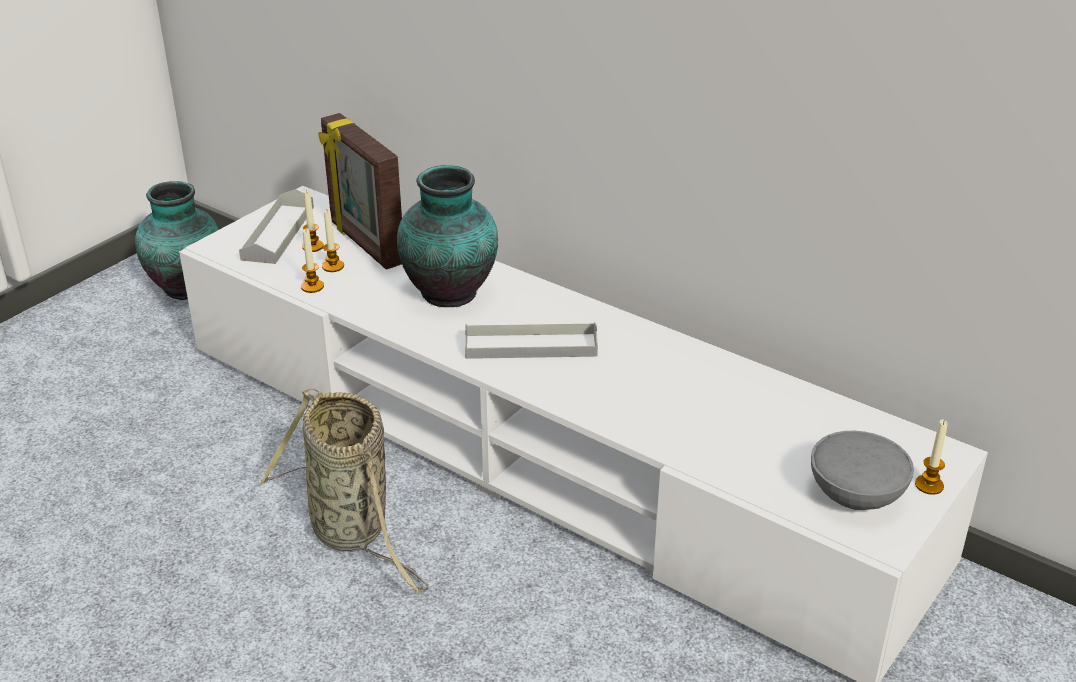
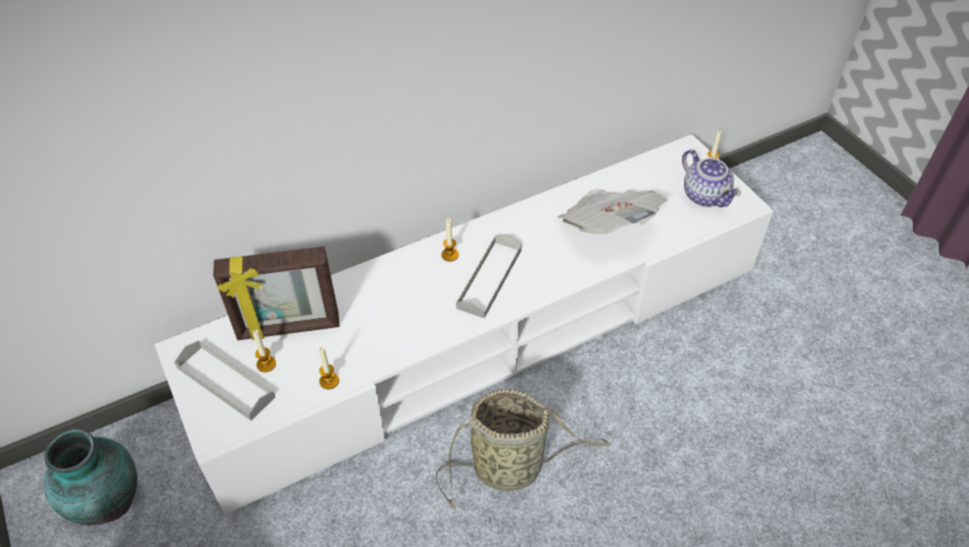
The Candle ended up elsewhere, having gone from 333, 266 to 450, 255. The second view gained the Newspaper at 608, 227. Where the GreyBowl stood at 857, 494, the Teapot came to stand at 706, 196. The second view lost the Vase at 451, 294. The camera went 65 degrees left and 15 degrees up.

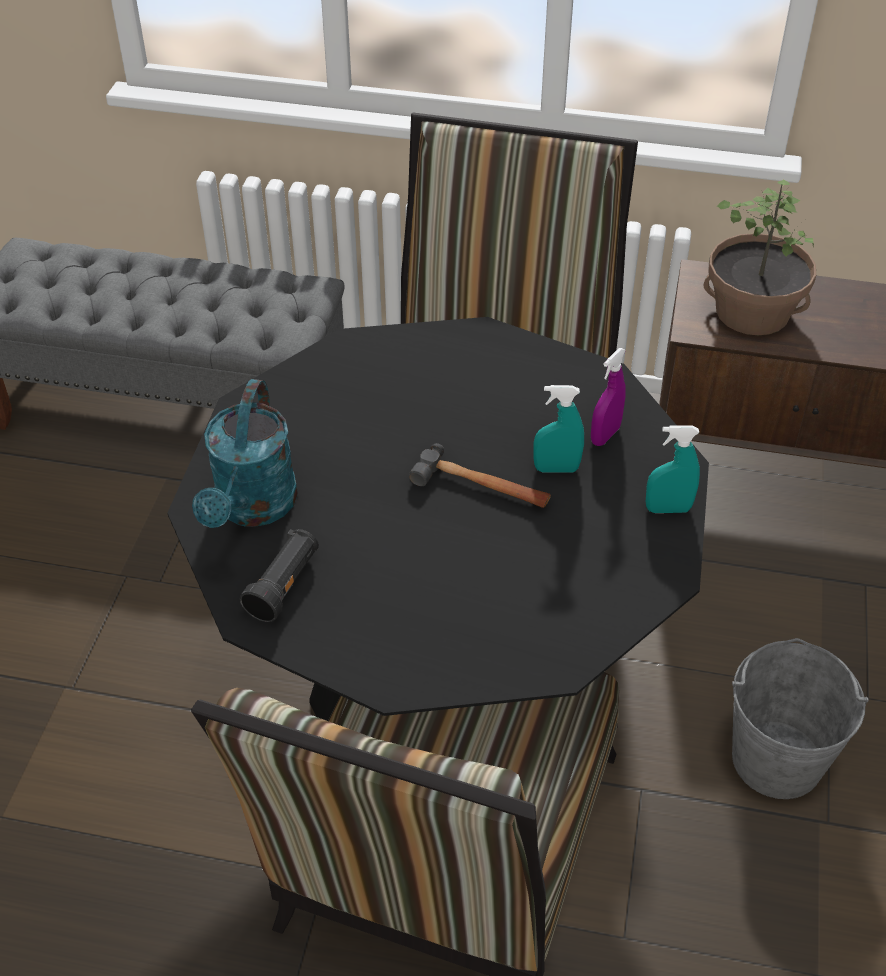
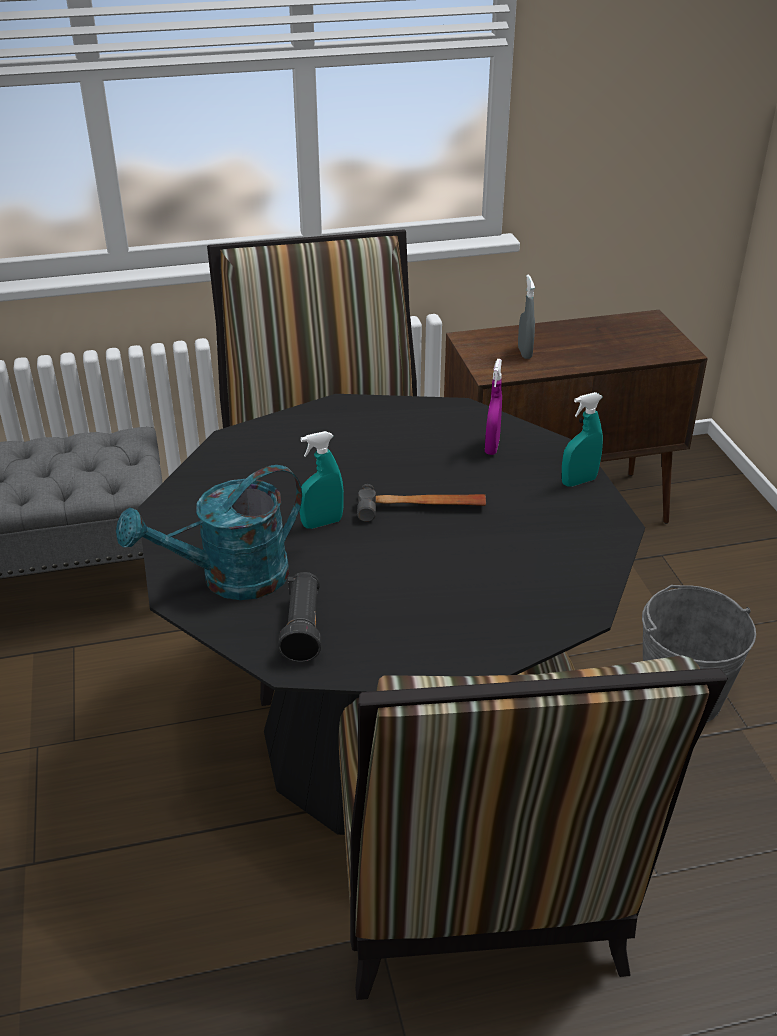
The TurquoiseWateringCan at 252, 508 ended up facing another way, 75 degrees clockwise from before. The TurquoiseSprayBottle ended up elsewhere, having gone from 556, 469 to 322, 523. Where the PottedPlant stood at 753, 311, the GreySprayBottle came to stand at 524, 352. The camera went 25 degrees left and 10 degrees down.

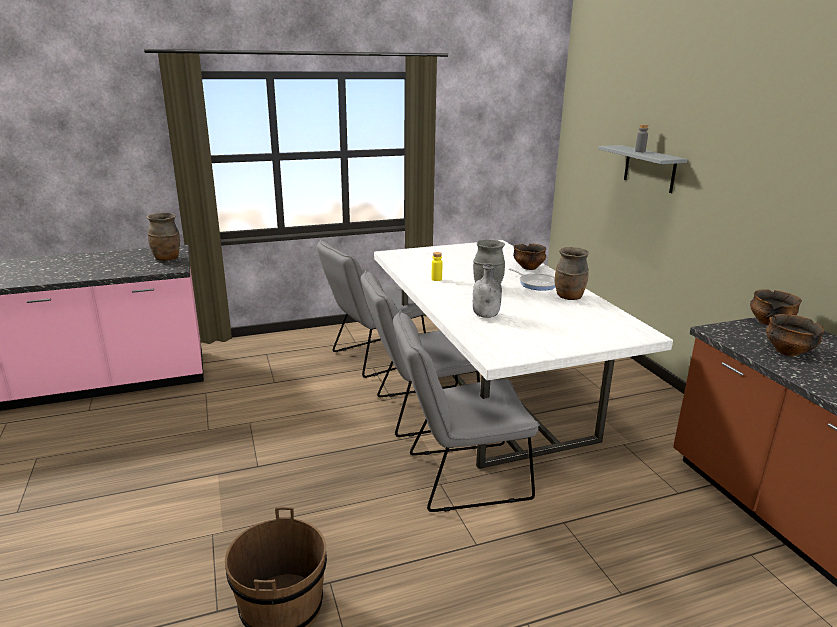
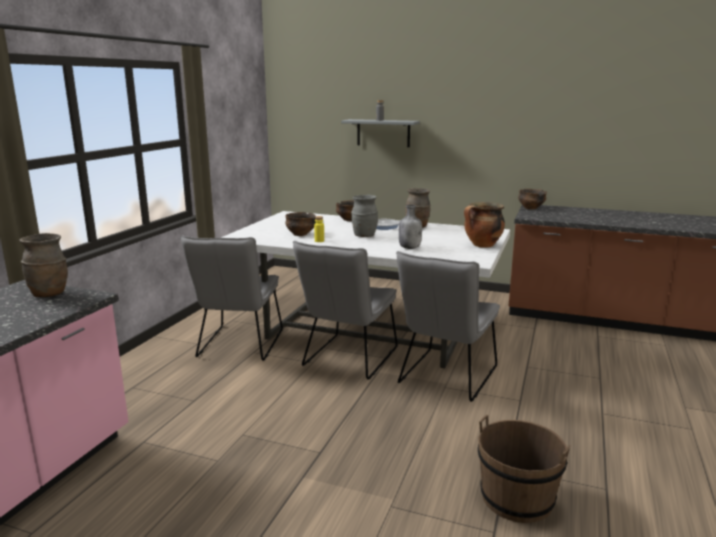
The Bowl ended up elsewhere, having gone from 788, 351 to 300, 234. The second view gained the CookingPot at 482, 245. The camera went 50 degrees left and 5 degrees down.

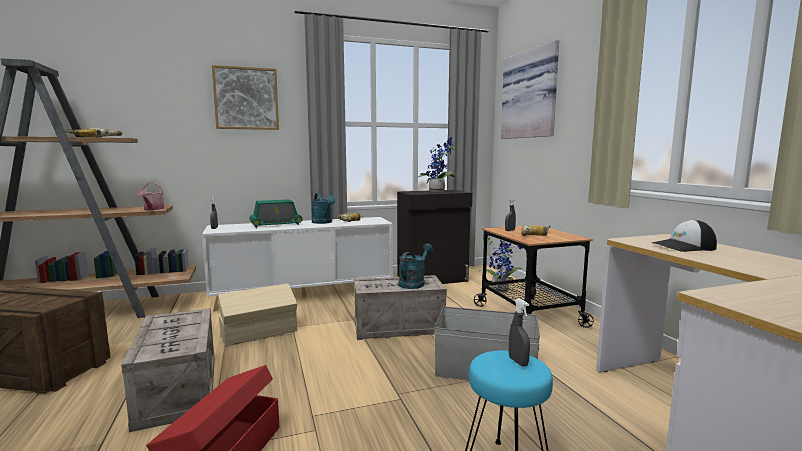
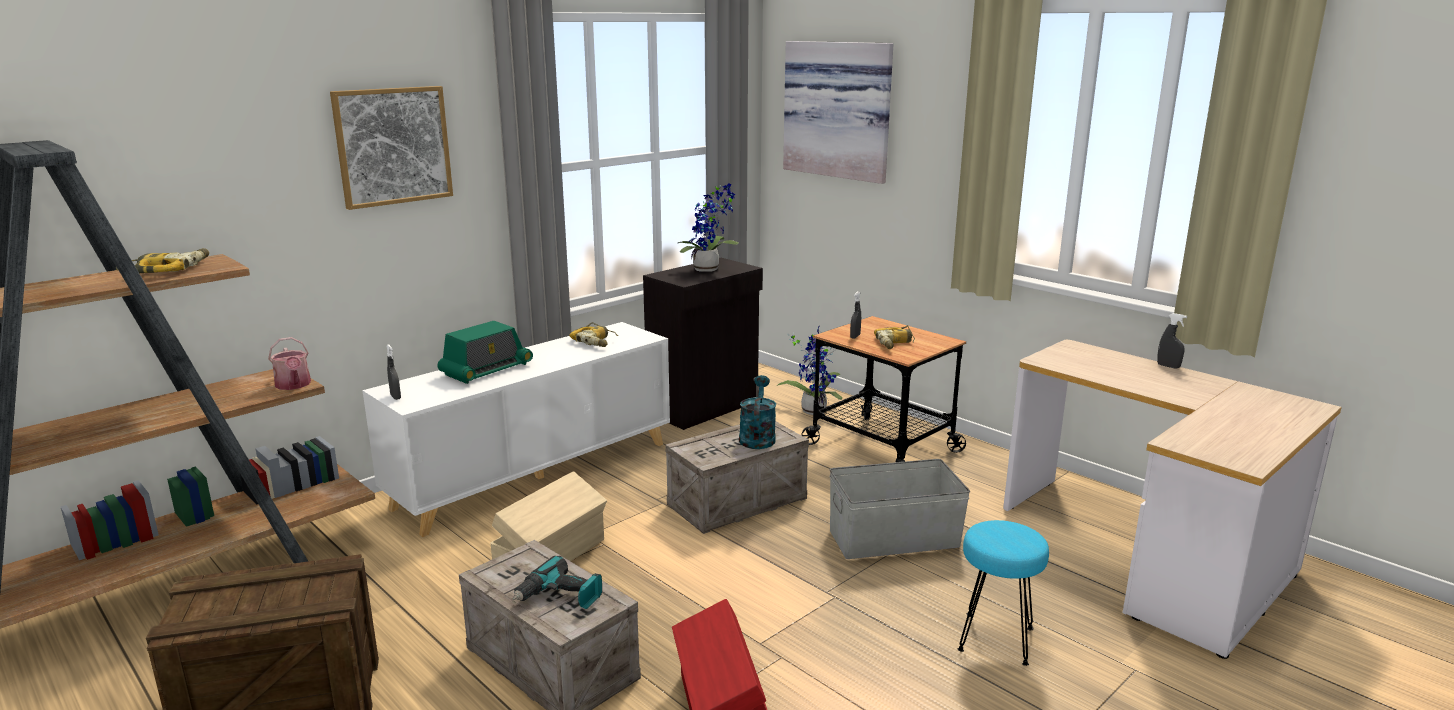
The second view gained the PowerDrill at 560, 597. The GreySprayBottle ended up elsewhere, having gone from 518, 362 to 1168, 366. The second view lost the TurquoiseWateringCan at 323, 222. The second view lost the Cap at 684, 247. The camera went 25 degrees left and 10 degrees up.

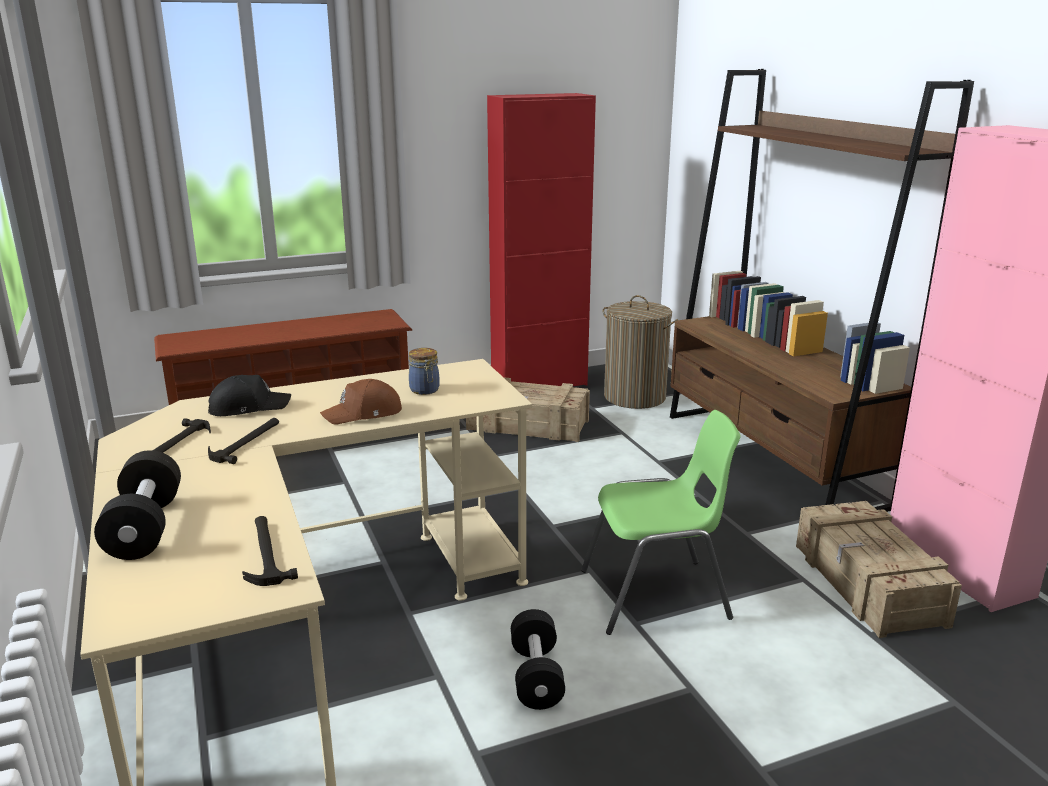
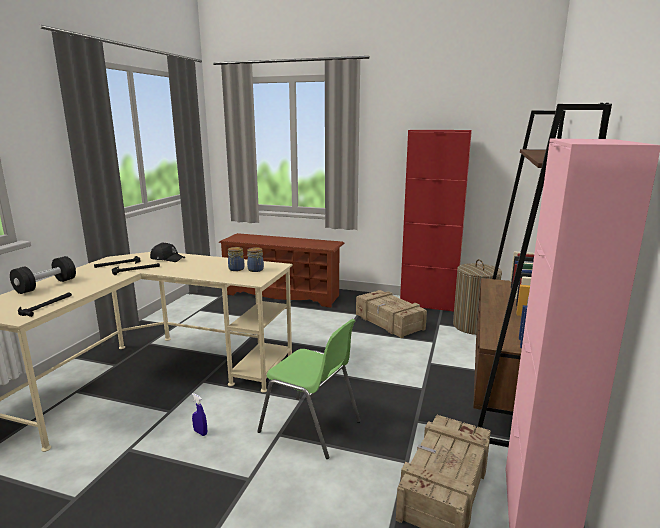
Where the BlackDumbbell stood at 536, 676, the BlueSprayBottle came to stand at 200, 432. The second view gained the Jar at 256, 270. The second view lost the BrownCap at 364, 414. The camera went 40 degrees right and 5 degrees down.

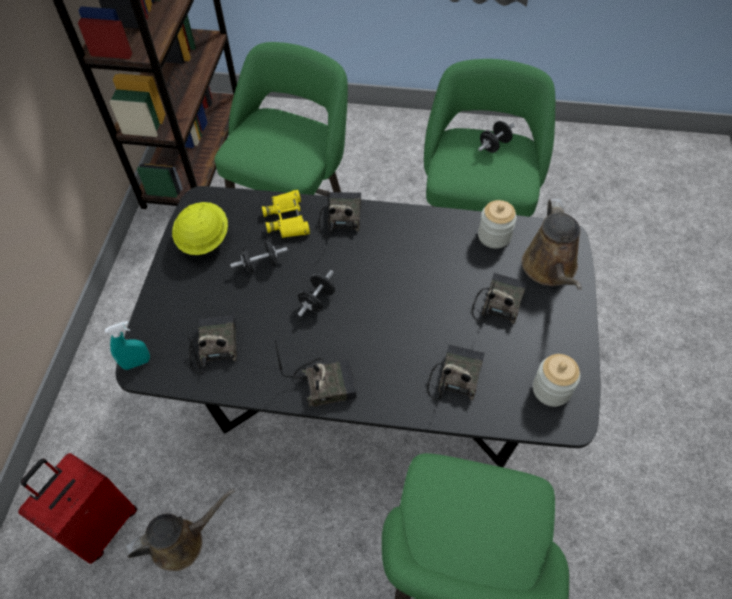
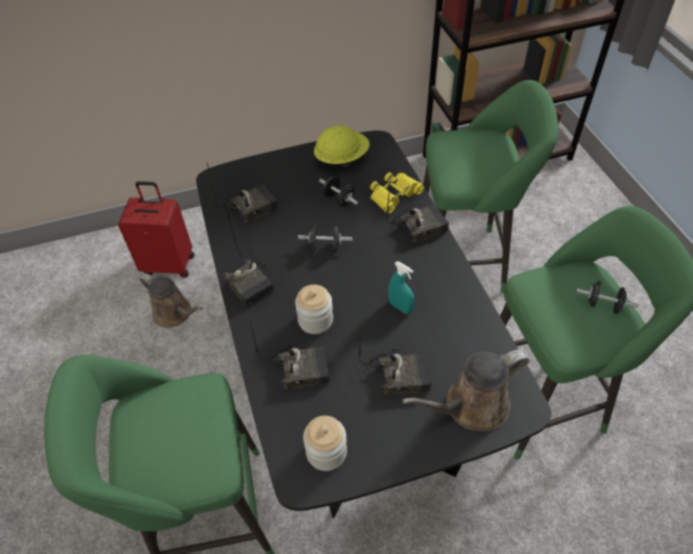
The Jar ended up elsewhere, having gone from 494, 236 to 315, 320. The TurquoiseSprayBottle ended up elsewhere, having gone from 136, 363 to 400, 307. The camera went 65 degrees right and 5 degrees down.

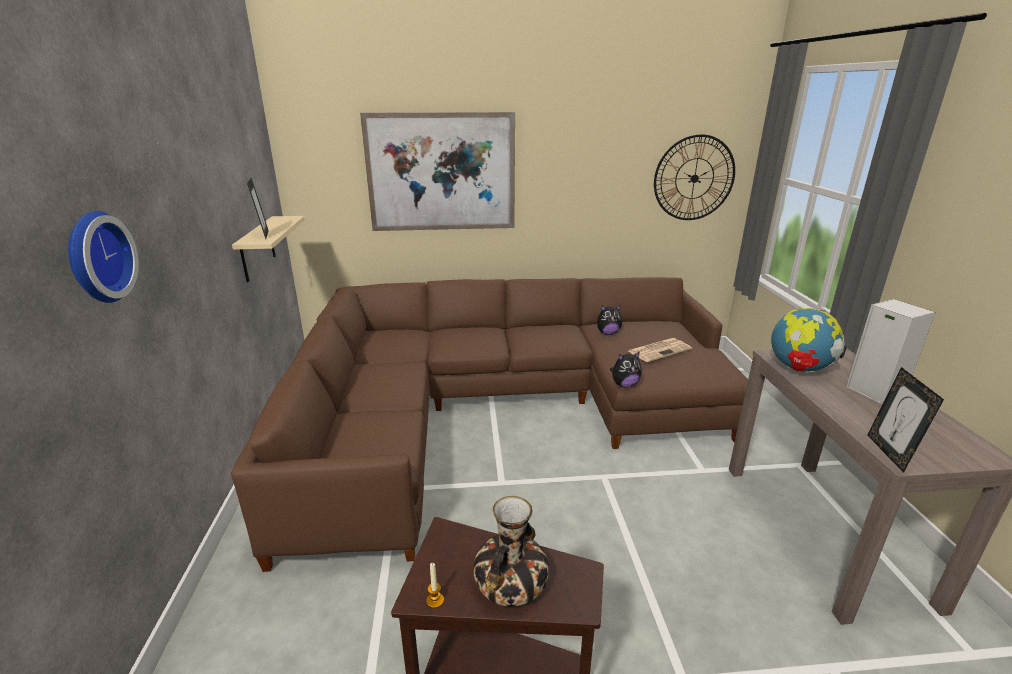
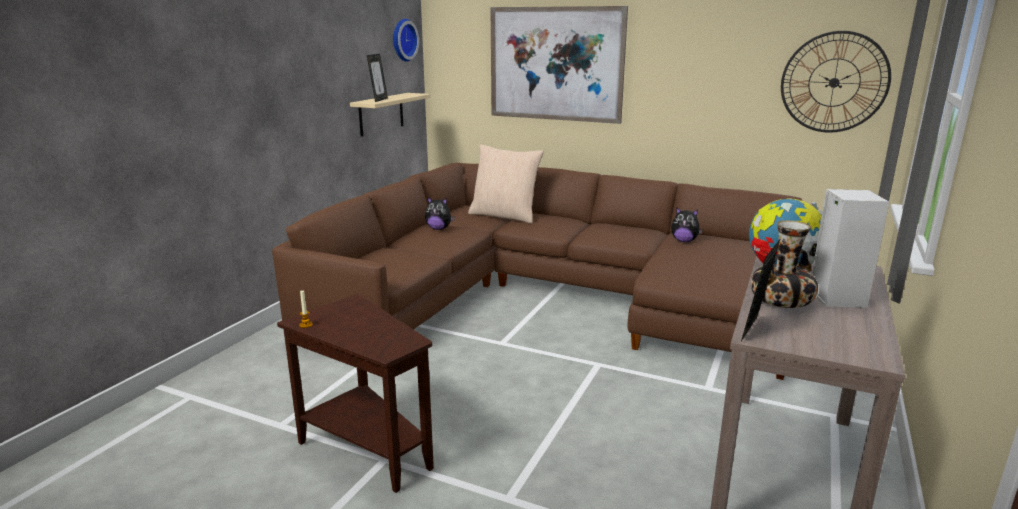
The WallClock ended up elsewhere, having gone from 95, 257 to 402, 40. The PlushToy ended up elsewhere, having gone from 624, 385 to 439, 229. The second view gained the BeigePillow at 505, 216. The Vase ended up elsewhere, having gone from 511, 582 to 782, 301. The second view lost the Newspaper at 659, 350. The camera went 30 degrees right and 5 degrees down.

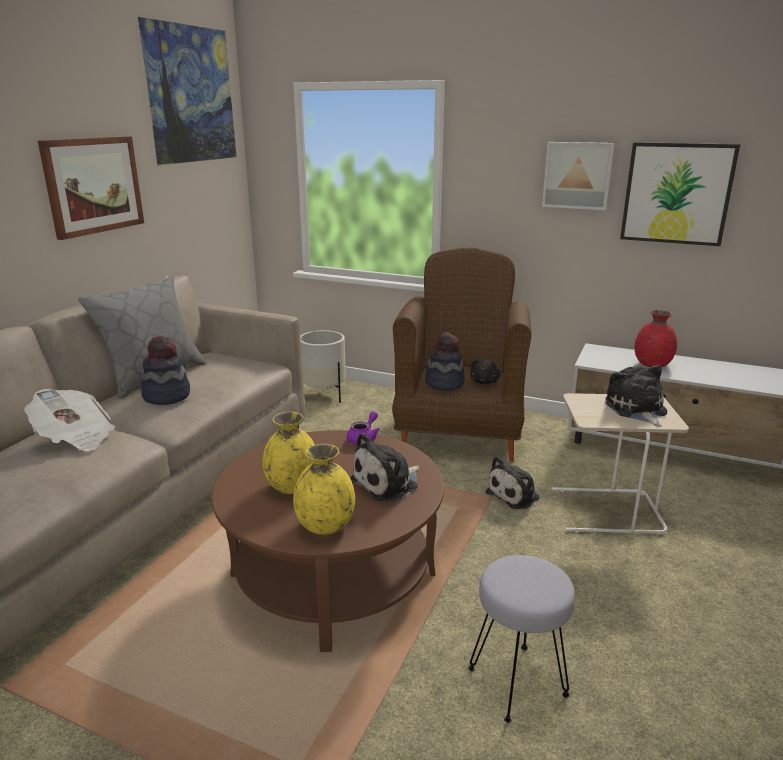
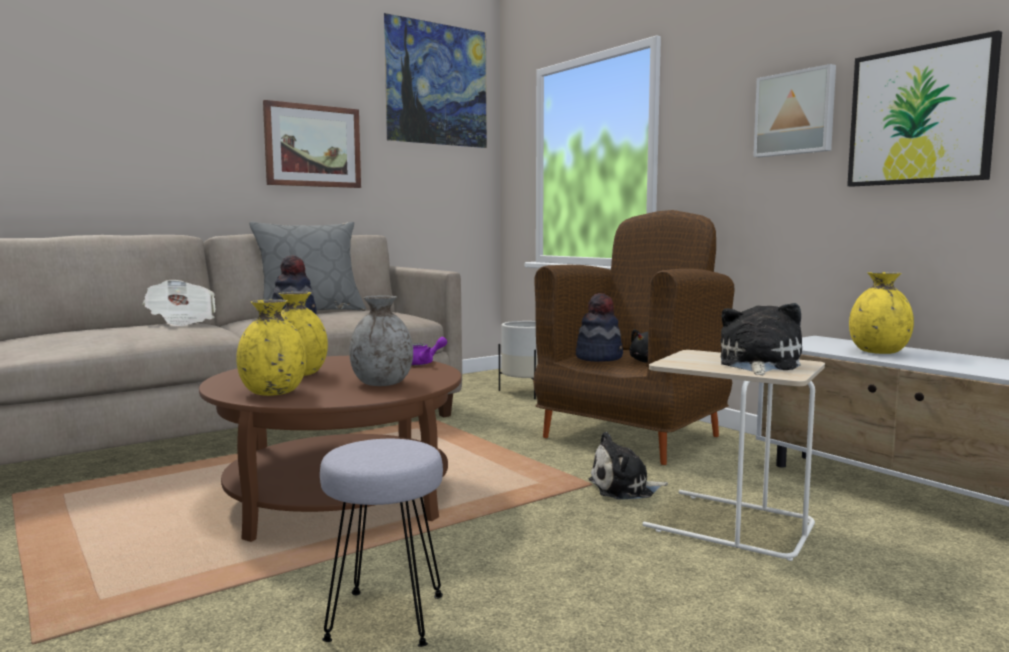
Where the PlushToy stood at 387, 483, the GreyVase came to stand at 382, 384. What was the RedVase at 652, 364 turned into the YellowVase at 879, 352. The camera went 30 degrees right and 15 degrees down.

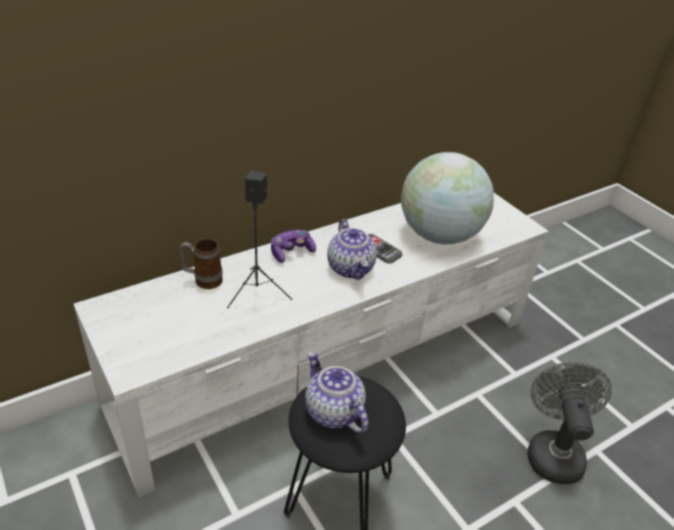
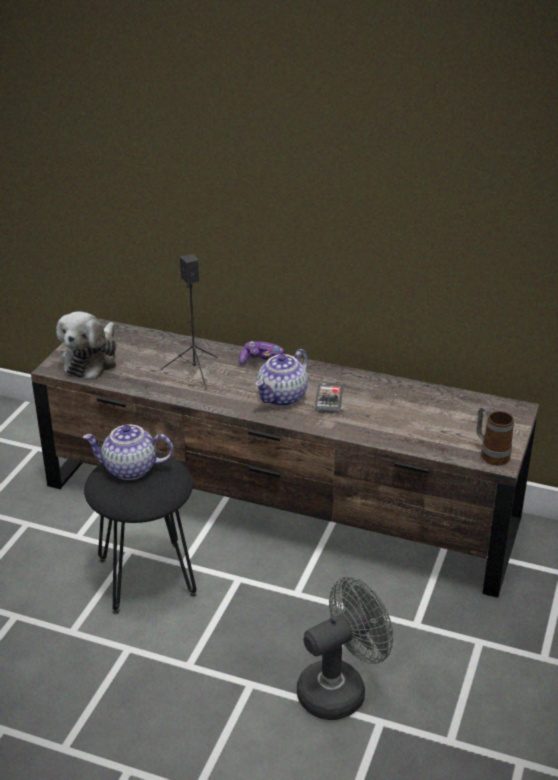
What was the WhiteTvStand at 331, 360 turned into the BrownTvStand at 281, 503. The second view gained the PlushToy at 92, 360. The Teapot at 332, 411 ended up facing another way, 105 degrees counterclockwise from before. The Mug ended up elsewhere, having gone from 203, 280 to 490, 454. The second view lost the Globe at 439, 235. The camera went 55 degrees right and 5 degrees down.

